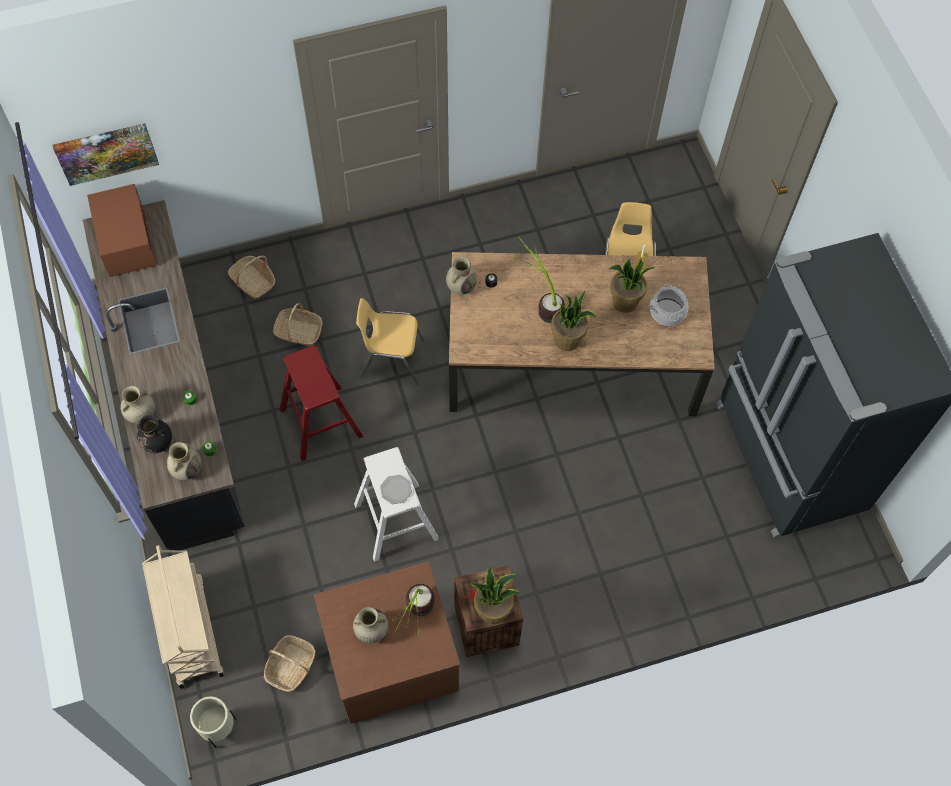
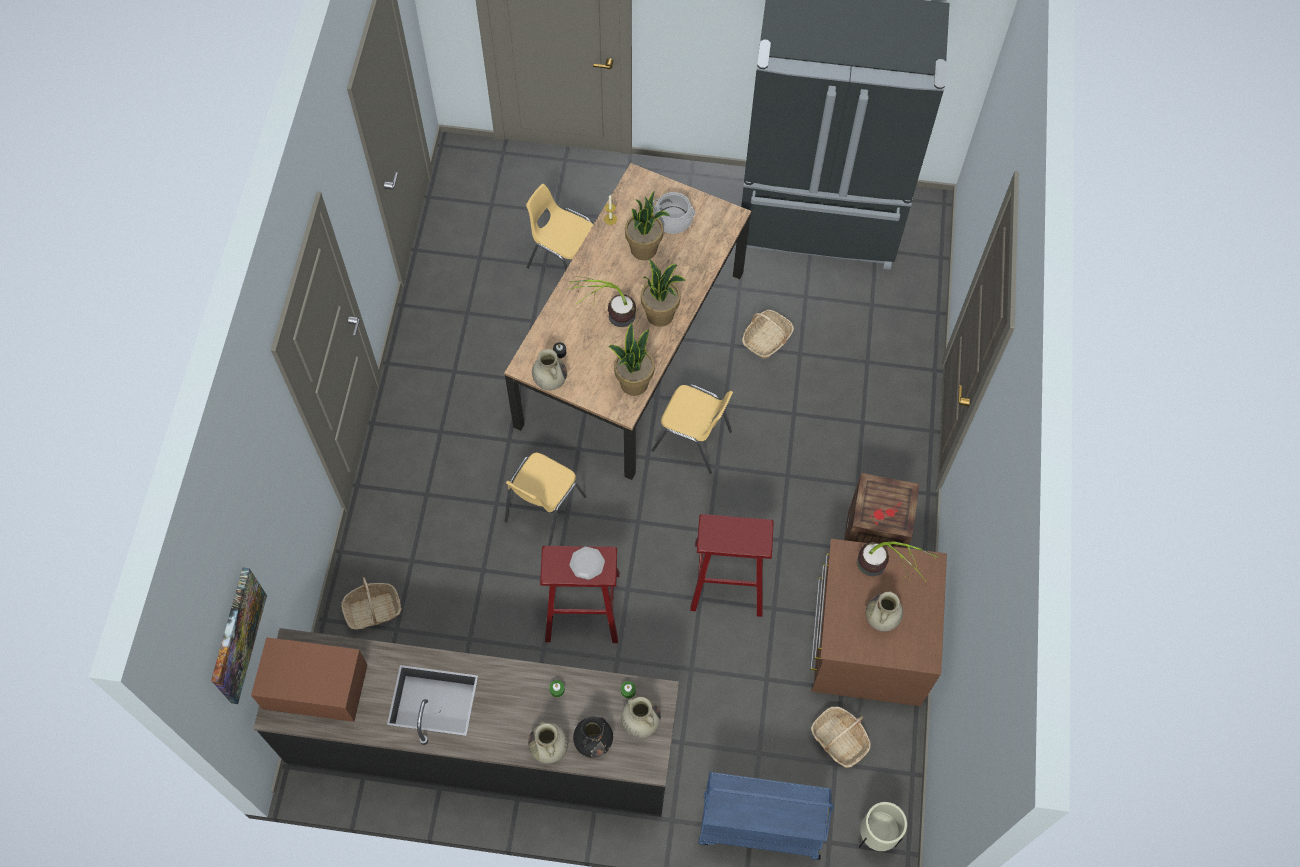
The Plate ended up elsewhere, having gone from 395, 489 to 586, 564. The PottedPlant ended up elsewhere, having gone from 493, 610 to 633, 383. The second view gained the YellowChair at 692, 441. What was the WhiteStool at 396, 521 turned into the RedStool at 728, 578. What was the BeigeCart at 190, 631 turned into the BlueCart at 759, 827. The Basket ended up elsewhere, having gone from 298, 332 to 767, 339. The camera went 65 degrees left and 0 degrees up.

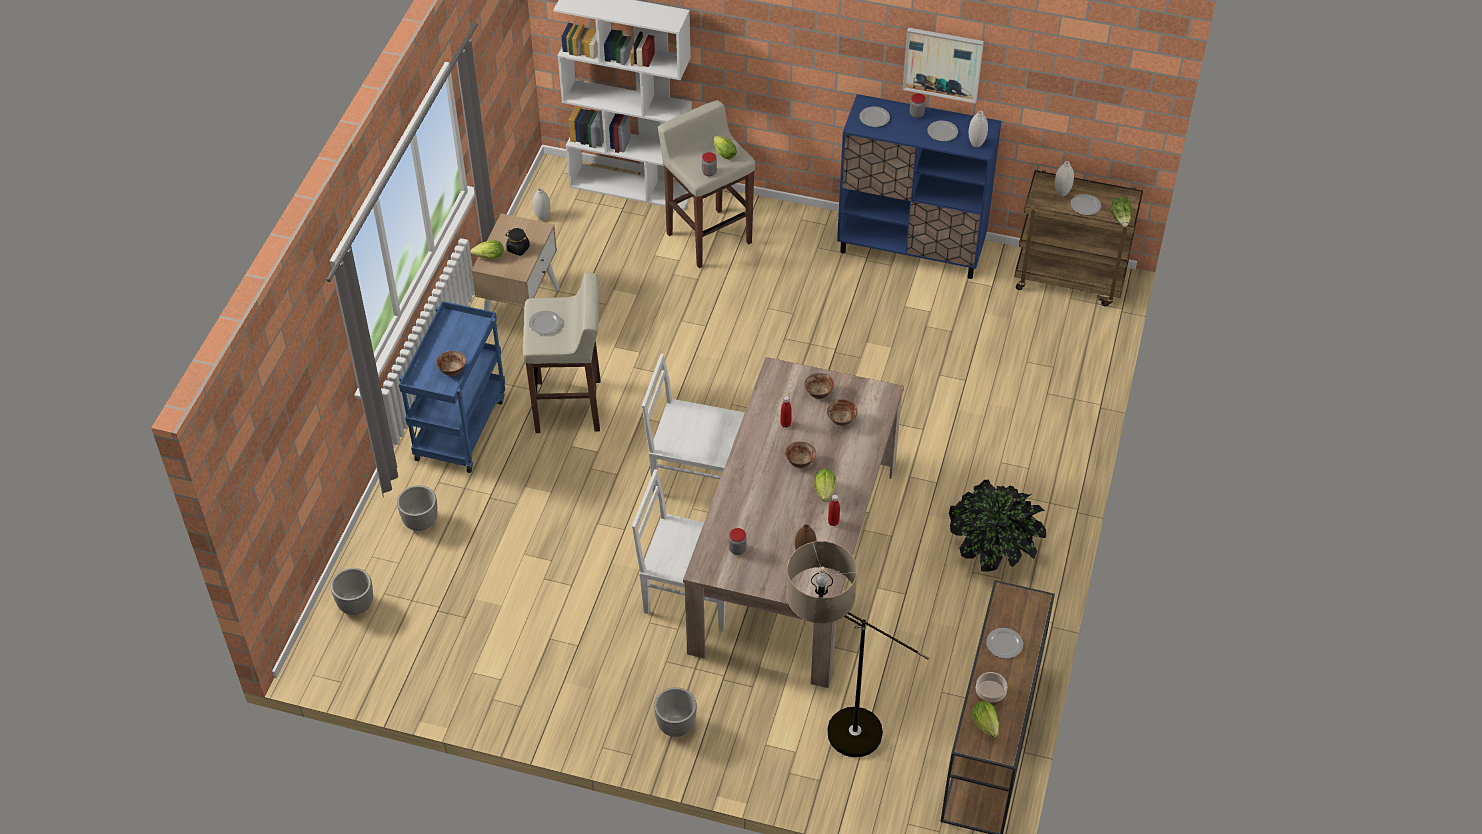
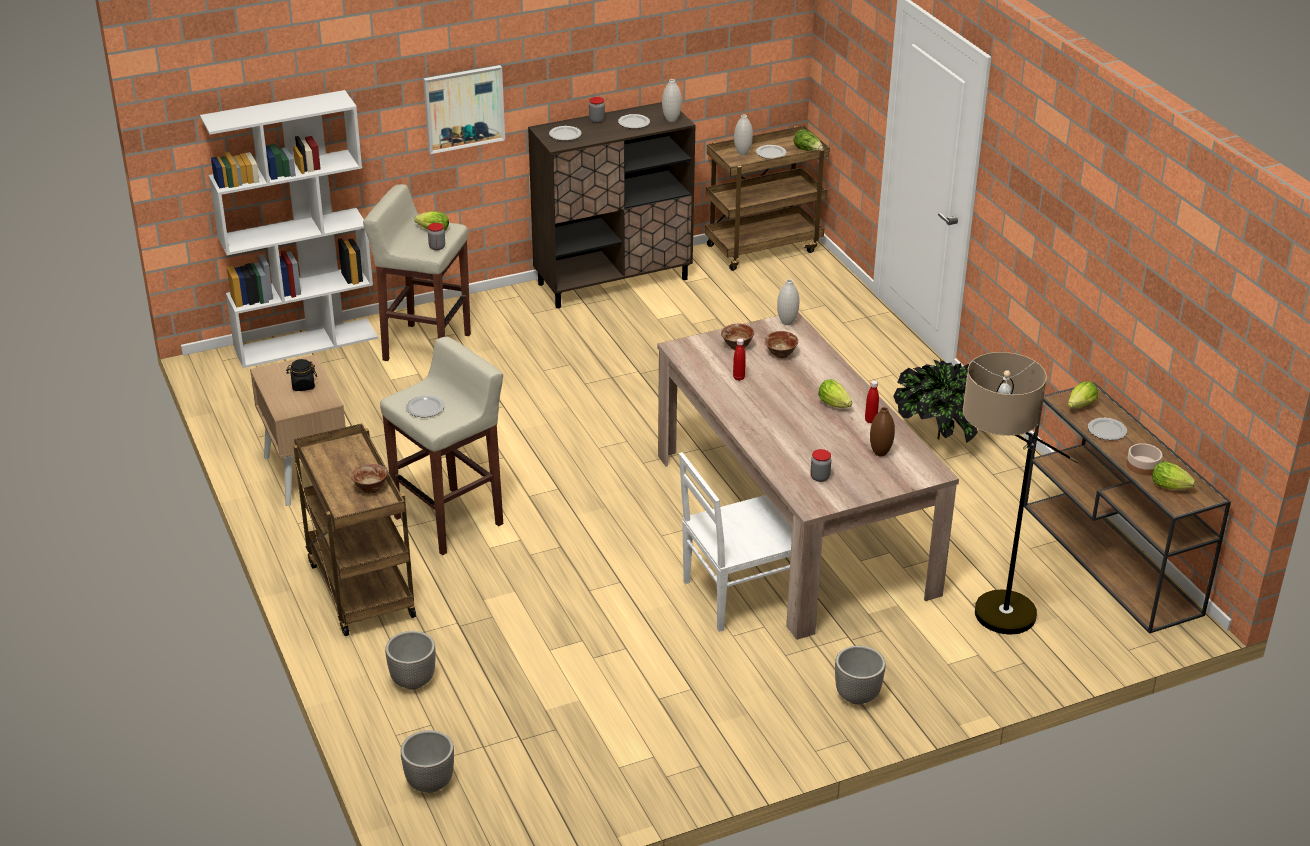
What was the BlueCart at 460, 427 turned into the BrownCart at 359, 588. The Picture ended up elsewhere, having gone from 942, 64 to 464, 108. What was the BlueCabinet at 911, 249 turned into the BrownCabinet at 613, 281. The WhiteVase ended up elsewhere, having gone from 542, 217 to 787, 322. The Lettuce ended up elsewhere, having gone from 487, 257 to 1079, 407. The second view lost the WhiteChair at 697, 474. The second view lost the Bowl at 800, 462. The camera went 40 degrees left and 15 degrees down.

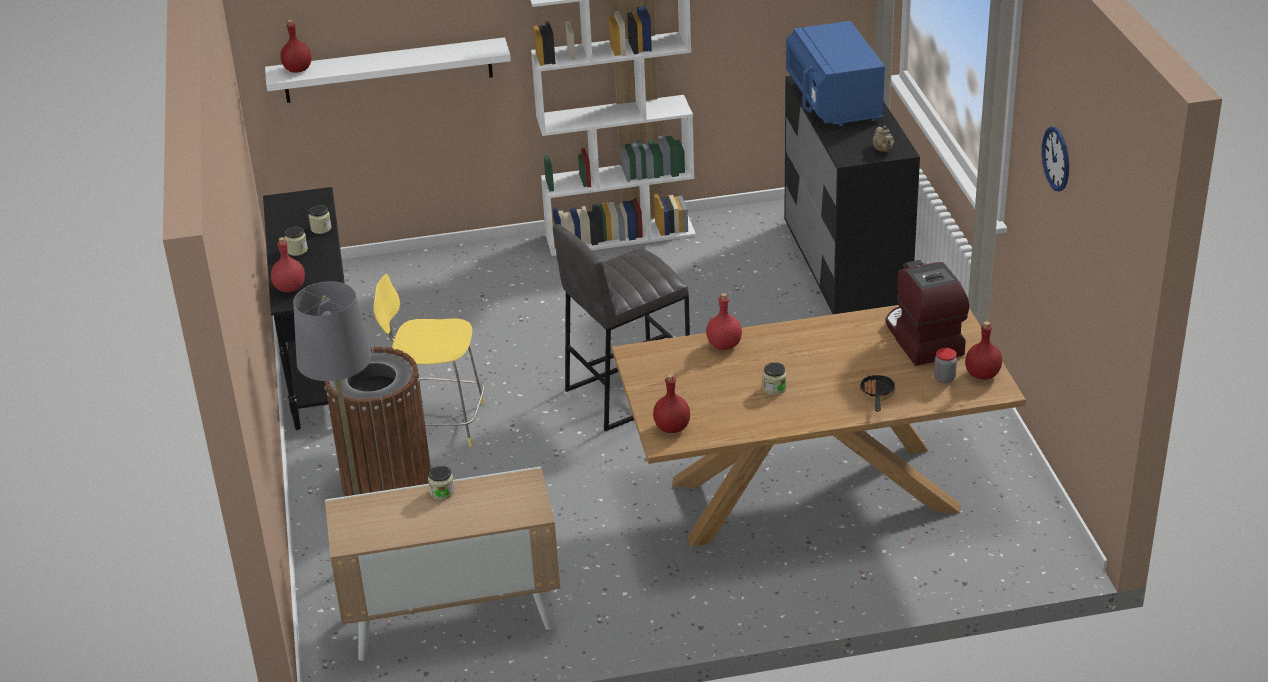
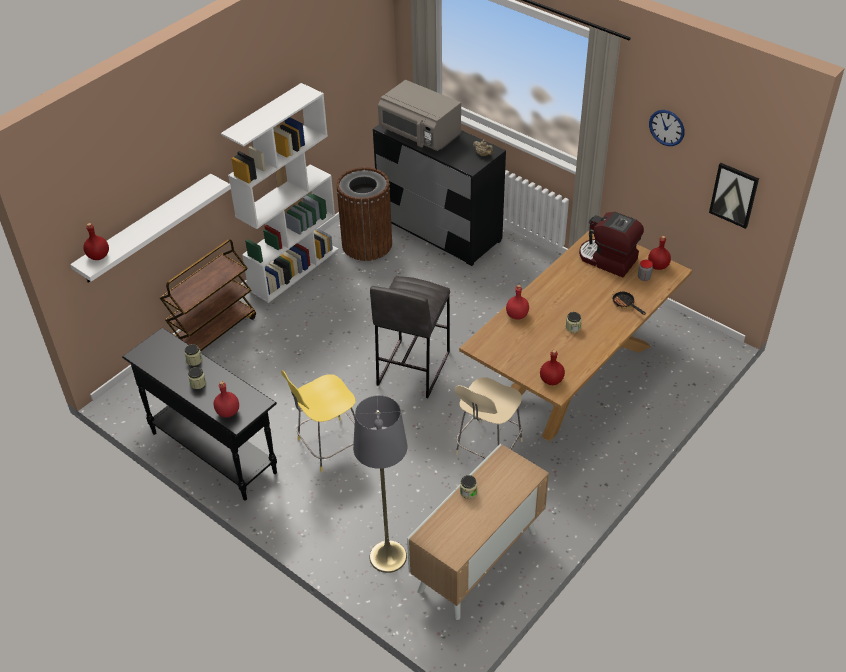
The second view gained the BrownCart at 214, 332. The BrownTrashCan ended up elsewhere, having gone from 387, 483 to 367, 244. What was the BlueMicrowave at 833, 102 turned into the GreyMicrowave at 420, 135. The second view gained the BeigeStool at 487, 449. The second view gained the Picture at 734, 195. The camera went 40 degrees left and 10 degrees up.

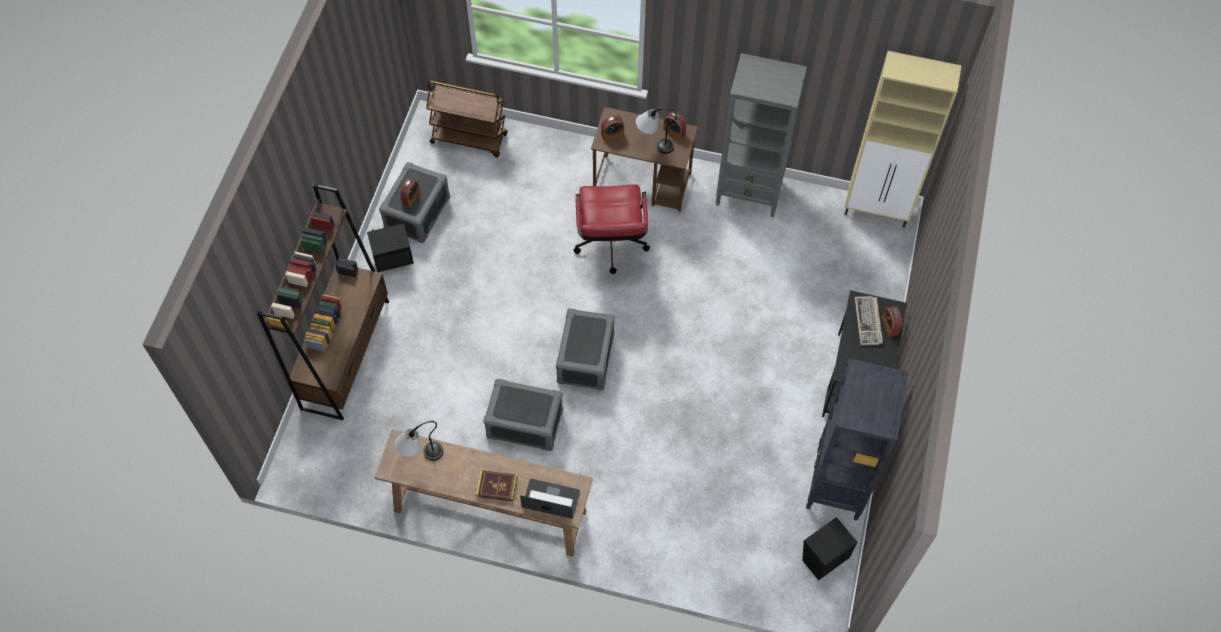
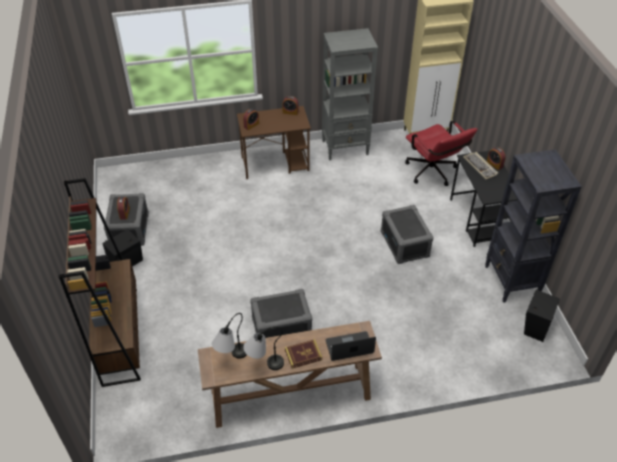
The TableLamp ended up elsewhere, having gone from 653, 145 to 264, 365. The GreyStorageBox ended up elsewhere, having gone from 586, 358 to 405, 244. The RedOfficeChair ended up elsewhere, having gone from 610, 248 to 433, 174. The second view lost the BrownCart at 470, 138. The camera went 25 degrees left and 15 degrees down.

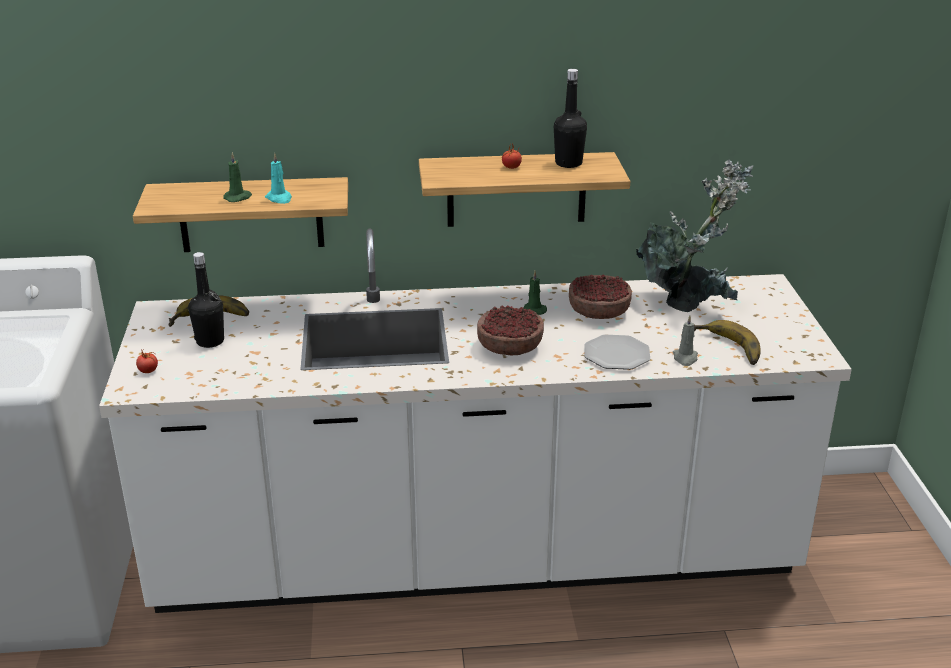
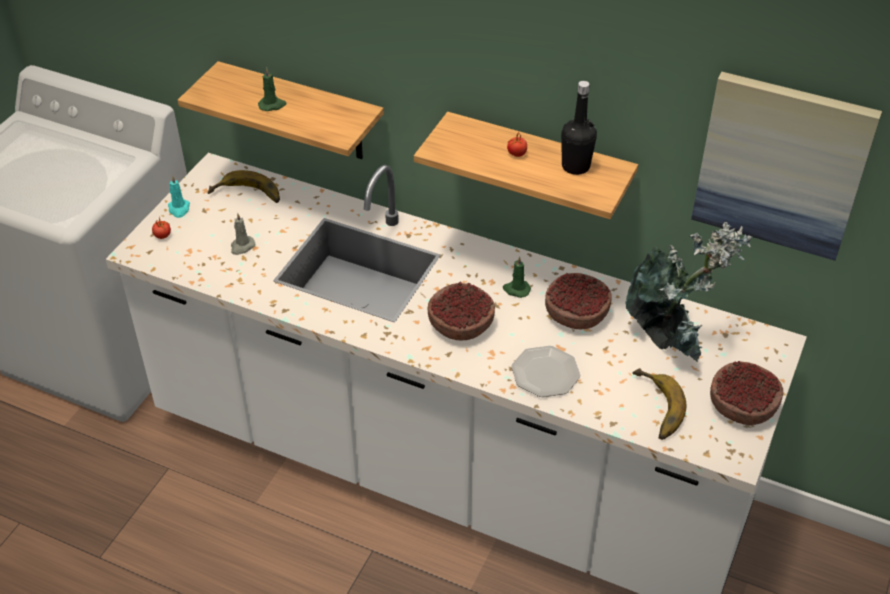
The TurquoiseCandle ended up elsewhere, having gone from 279, 198 to 179, 209. The GreyCandle ended up elsewhere, having gone from 685, 358 to 242, 246. The second view gained the Picture at 781, 165. The second view gained the Bowl at 741, 405. The second view lost the BlackBottle at 210, 341. The camera went 30 degrees right and 15 degrees up.

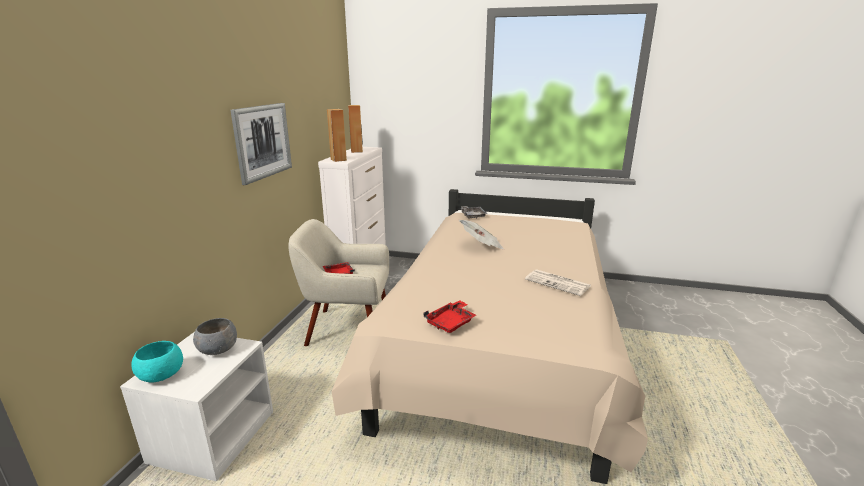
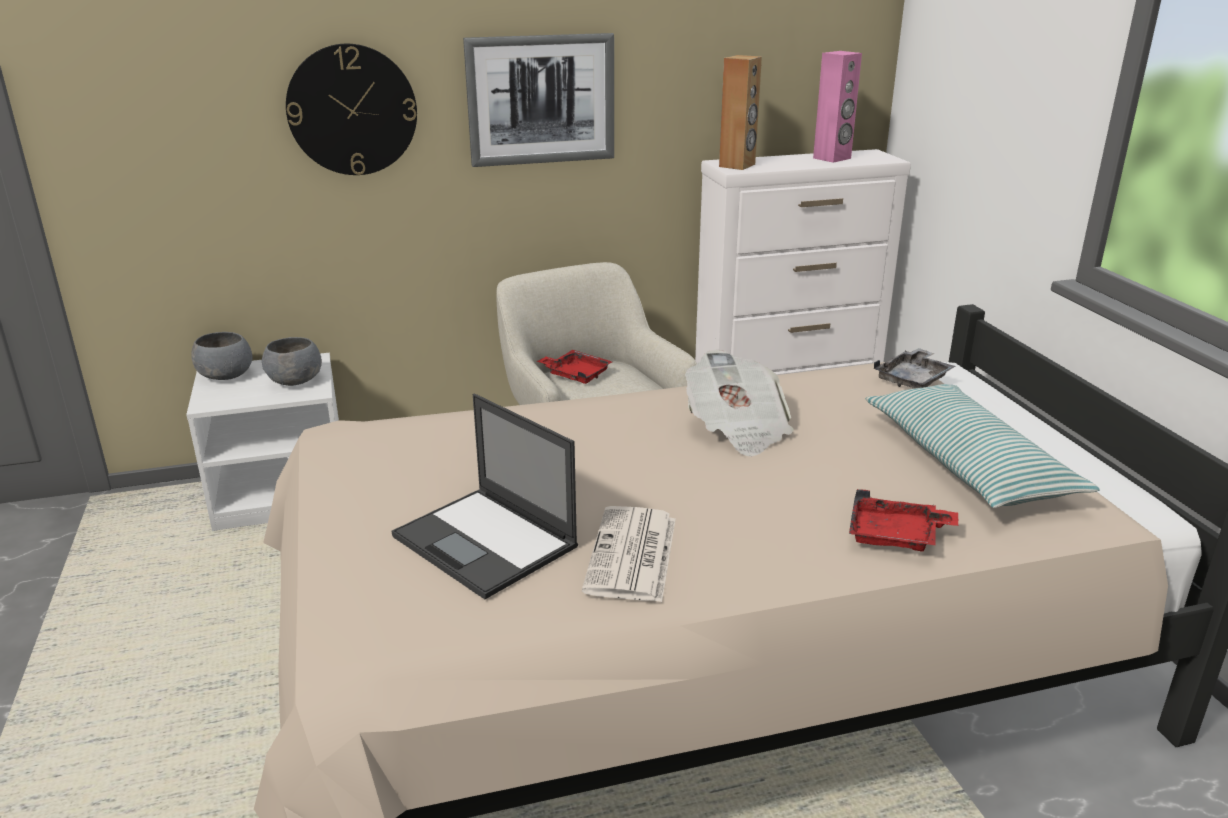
What was the TurquoiseBowl at 162, 375 turned into the GreyBowl at 227, 376. The second view gained the WallClock at 352, 110. The second view gained the Laptop at 486, 542. What was the BrownSpeaker at 357, 151 turned into the PinkSpeaker at 832, 158. The RedTray ended up elsewhere, having gone from 451, 323 to 896, 536. The second view gained the Pillow at 967, 464. The camera went 60 degrees right and 5 degrees up.

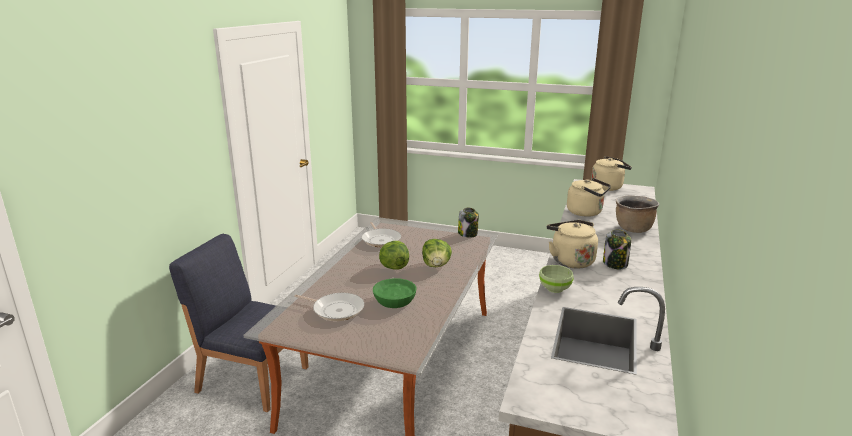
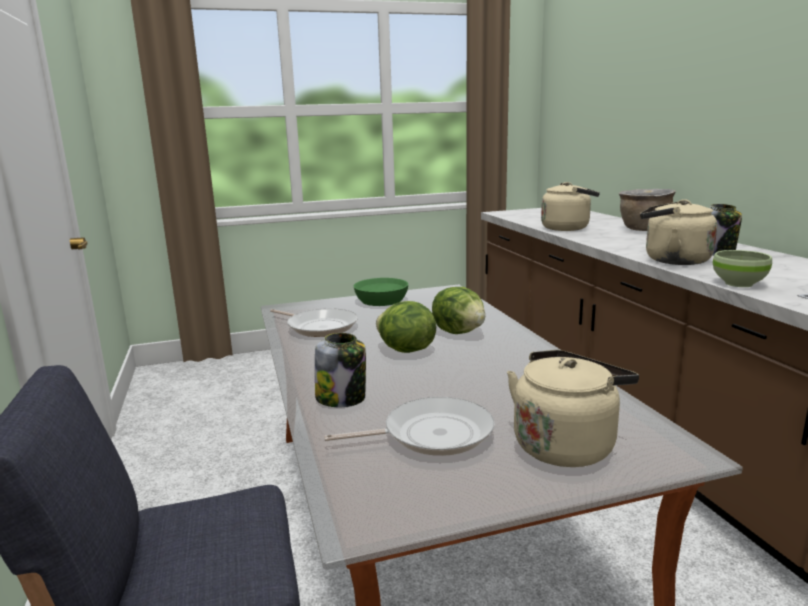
The Jar ended up elsewhere, having gone from 468, 234 to 342, 398. The GreenBowl ended up elsewhere, having gone from 394, 300 to 381, 301. The BeigeKettle ended up elsewhere, having gone from 608, 187 to 566, 445. The camera went 35 degrees left and 5 degrees down.

